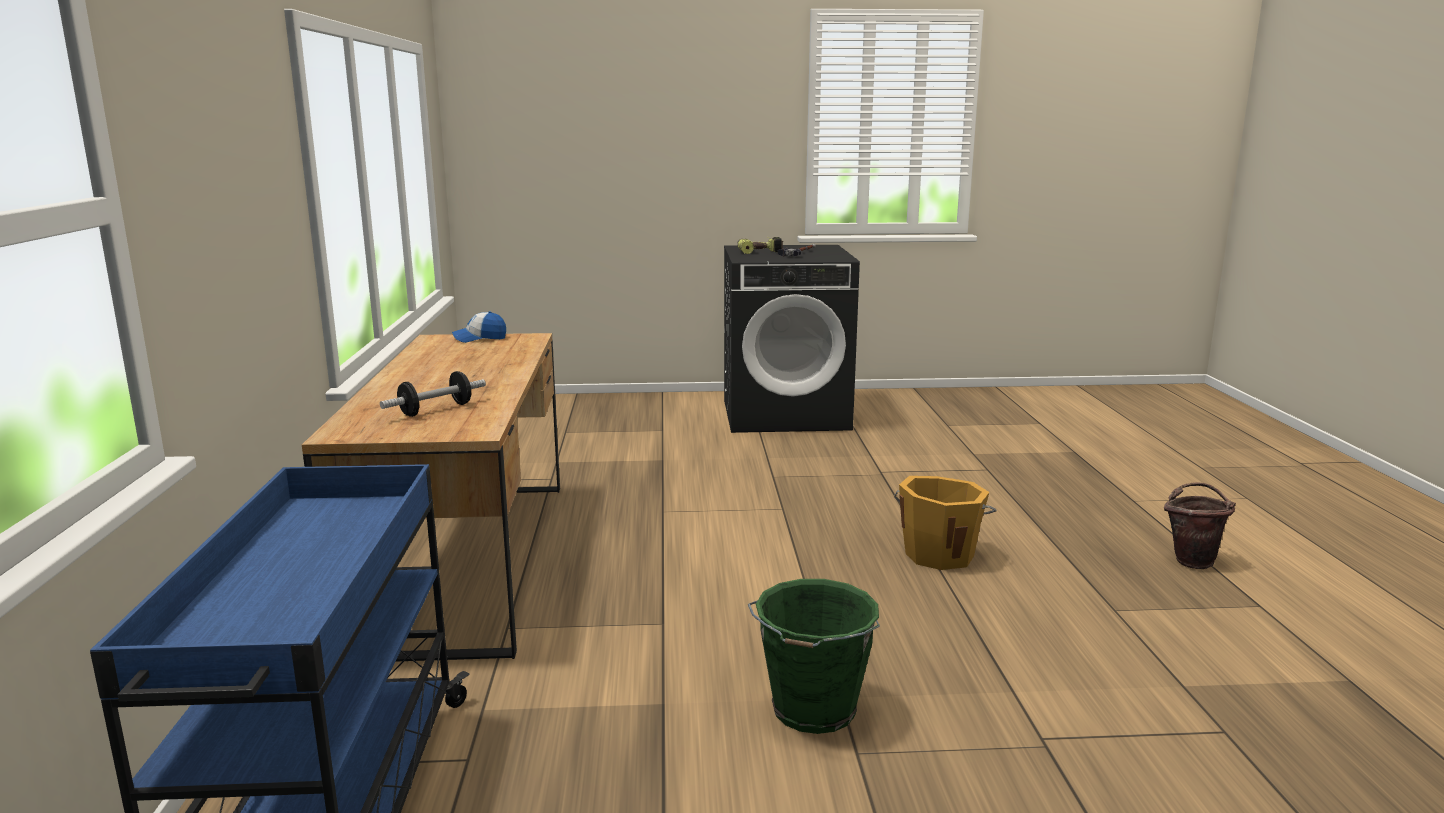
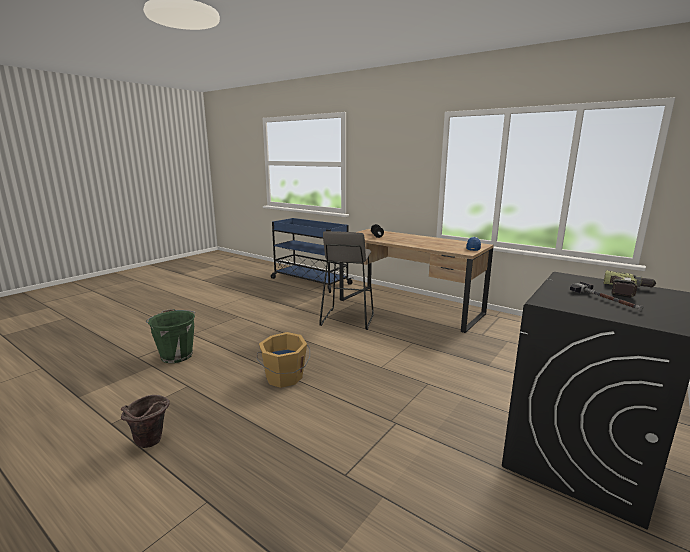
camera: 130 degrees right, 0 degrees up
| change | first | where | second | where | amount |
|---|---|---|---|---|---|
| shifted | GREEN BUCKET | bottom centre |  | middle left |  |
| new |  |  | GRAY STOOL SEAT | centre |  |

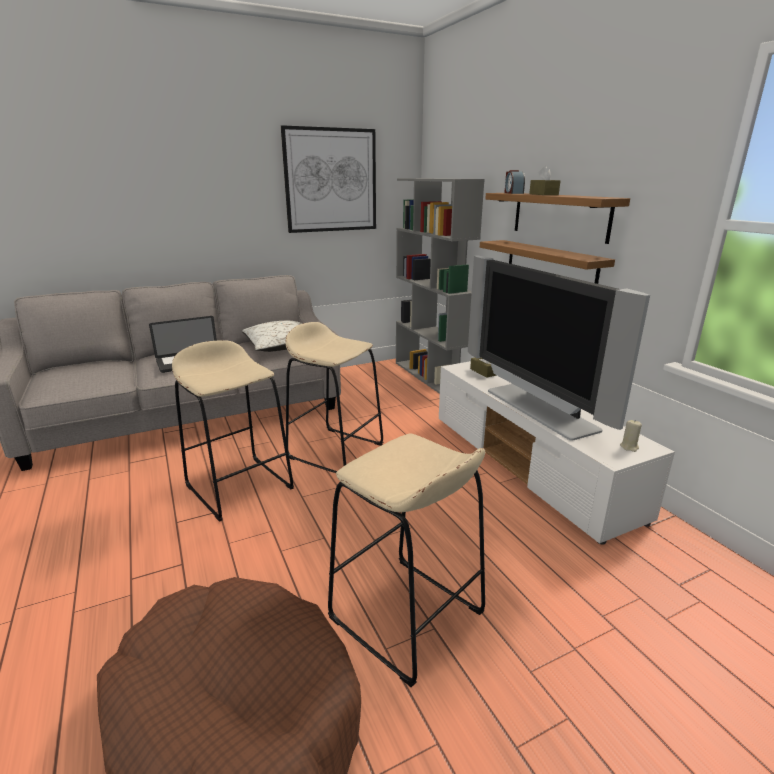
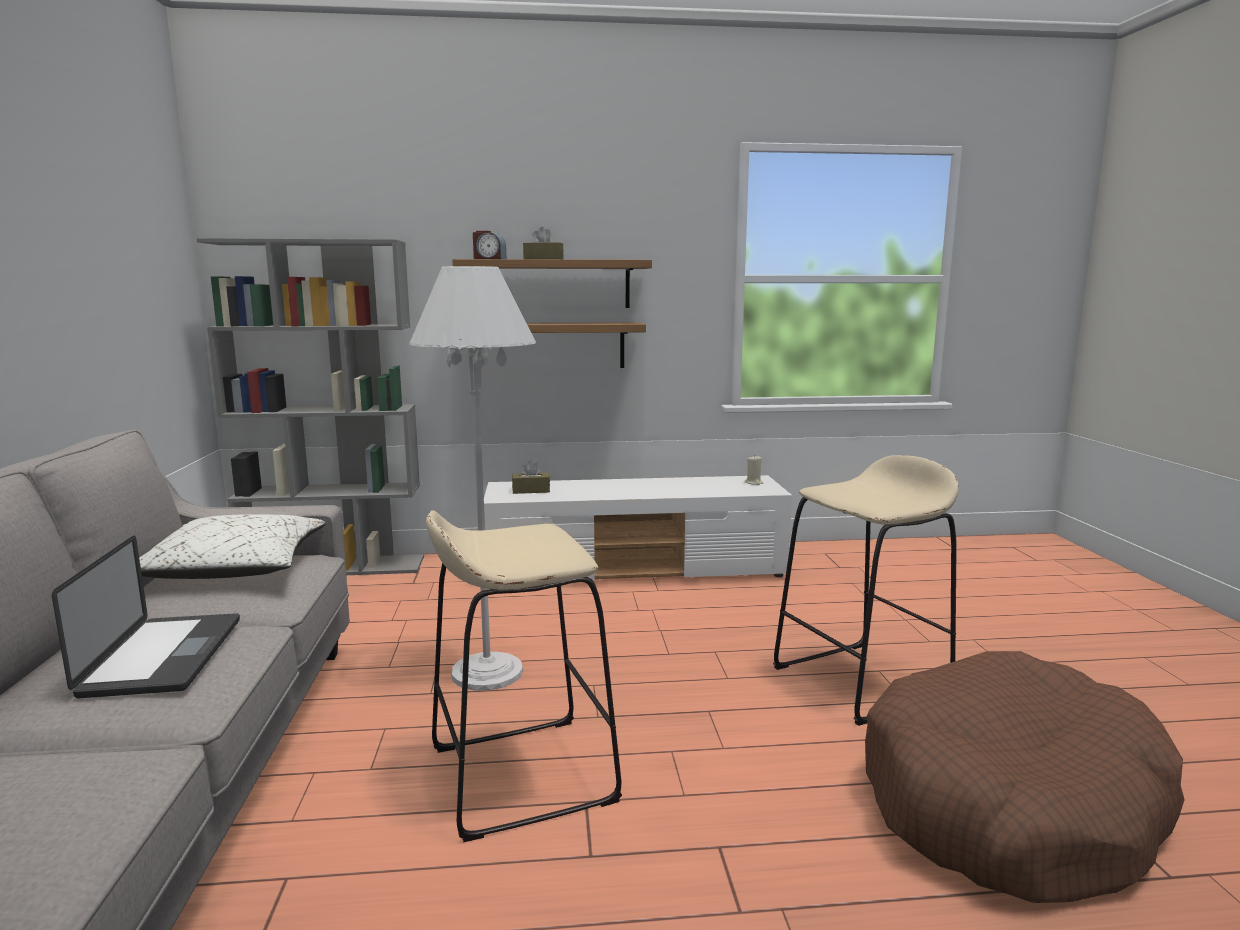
camera: 70 degrees left, 10 degrees down
| change | first | where | second | where | amount |
|---|---|---|---|---|---|
| gone | WALL ART | top centre |  |  |  |
| gone | TV | middle right |  |  |  |
| swapped | BEIGE-COLOURED STOOL SEAT (no. 2 from left) | centre | WHITE STANDARD LAMP | centre |  |

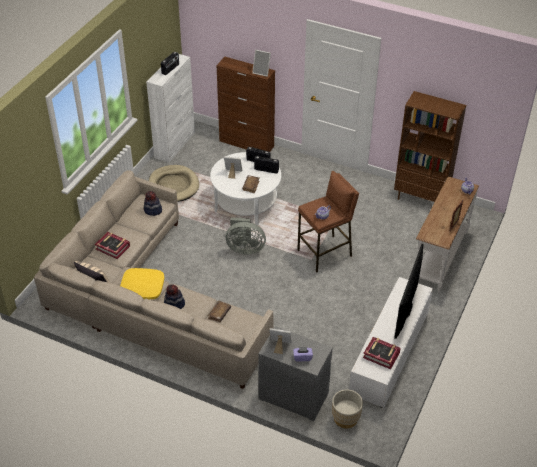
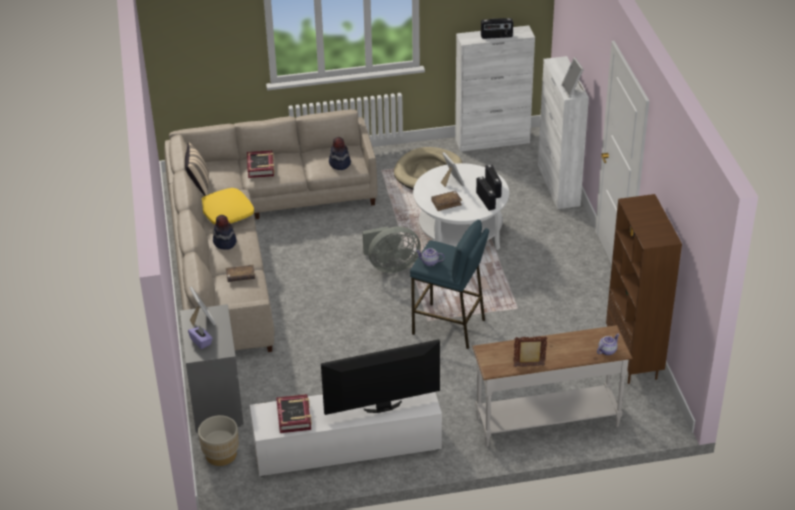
camera: 55 degrees right, 5 degrees down
| change | first | where | second | where | amount |
|---|---|---|---|---|---|
| repainted | BROWN-COLOURED CABINET | top centre | WHITE CABINET (no. 2 from left) | top right |  |
| repainted | BROWN-COLOURED STOOL SEAT | centre | BLUE STOOL SEAT | centre |  |
| rotated | GRAY FAN | centre |  | centre | 75 degrees counterclockwise |

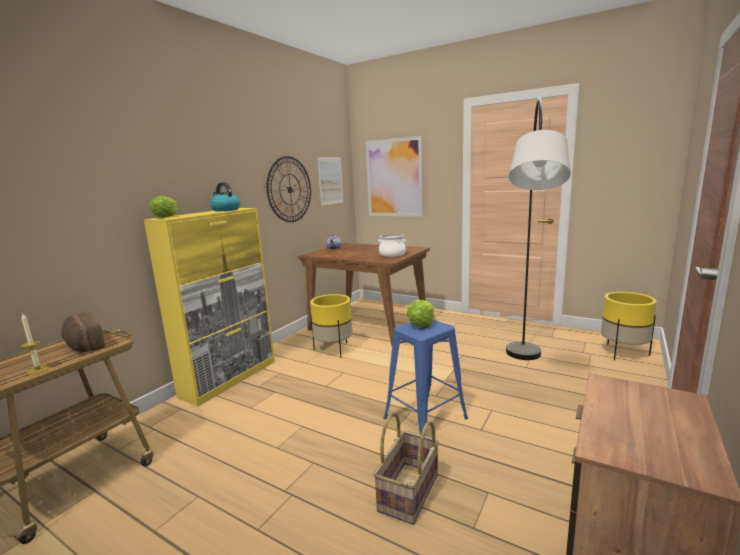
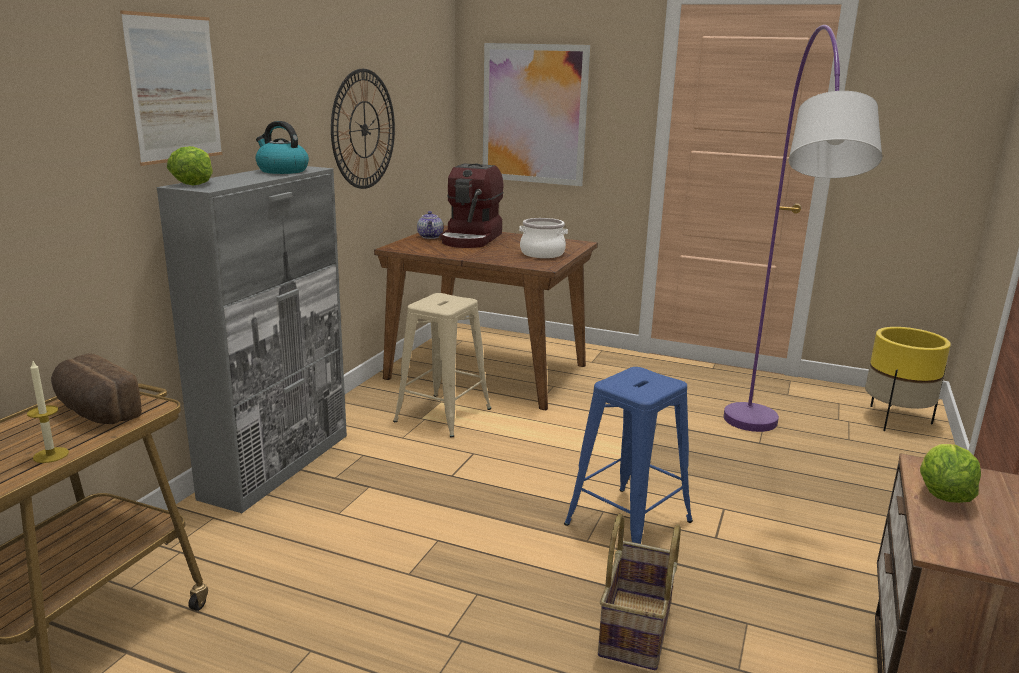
camera: 10 degrees left, 5 degrees up
| change | first | where | second | where | amount |
|---|---|---|---|---|---|
| repainted | GRAY STANDARD LAMP | middle right | PURPLE STANDARD LAMP | middle right |  |
| shifted | WALL ART (no. 1 from left) | top centre |  | top left |  |
| repainted | YELLOW CABINET | middle left | GRAY CABINET | middle left |  |
| swapped | YELLOW PLANTER (no. 1 from left) | centre | BEIGE-COLOURED STOOL SEAT | centre |  |
| shifted | LETTUCE HEAD (no. 2 from left) | centre |  | bottom right |  |
| new |  |  | COFFEE BREWER | top centre |  |

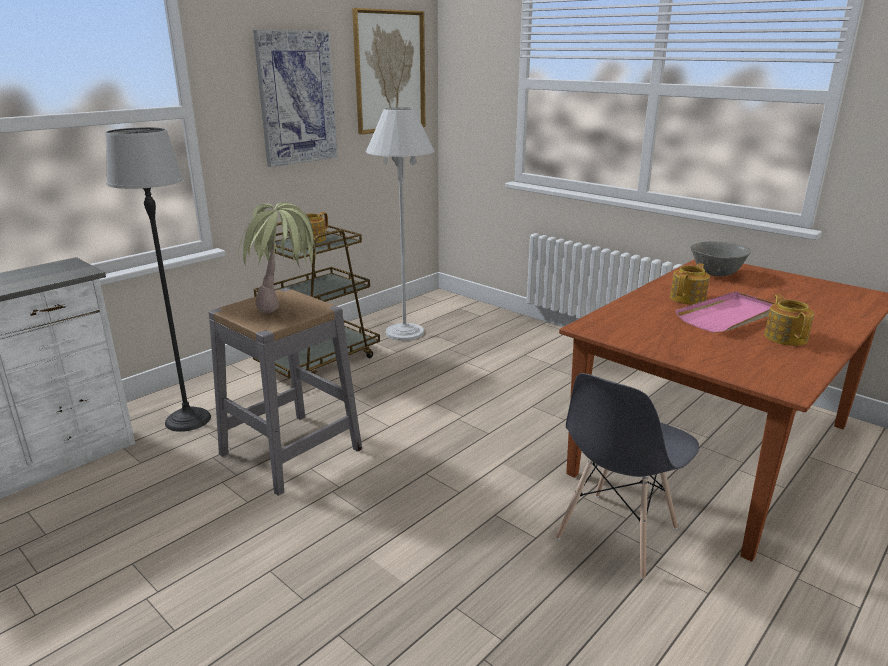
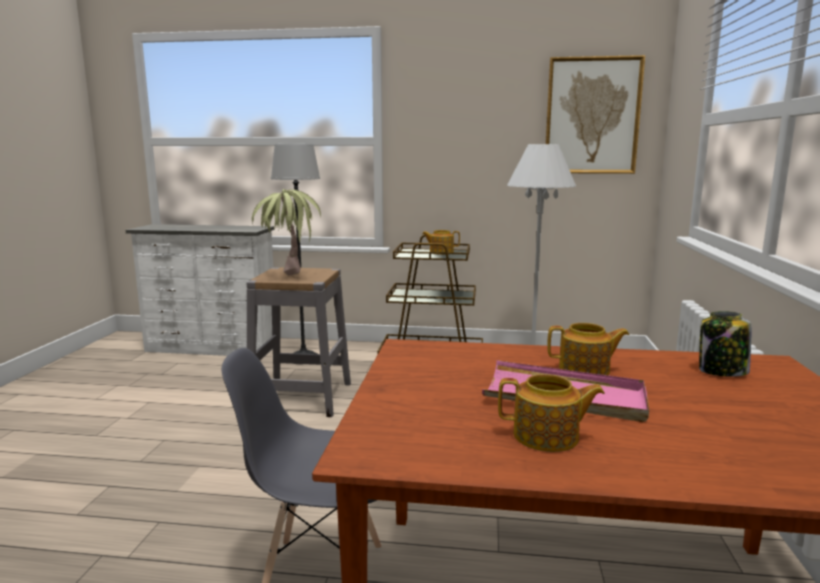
camera: 55 degrees right, 10 degrees down
| change | first | where | second | where | amount |
|---|---|---|---|---|---|
| gone | WALL ART (no. 1 from left) | top left |  |  |  |
| swapped | GRAY DEEP DISH | middle right | PRESERVE JAR | middle right |  |
| rotated | POT FOR TEA (no. 3 from left in the first image) | middle right | POT FOR TEA (no. 2 from left) | bottom right | 45 degrees clockwise |

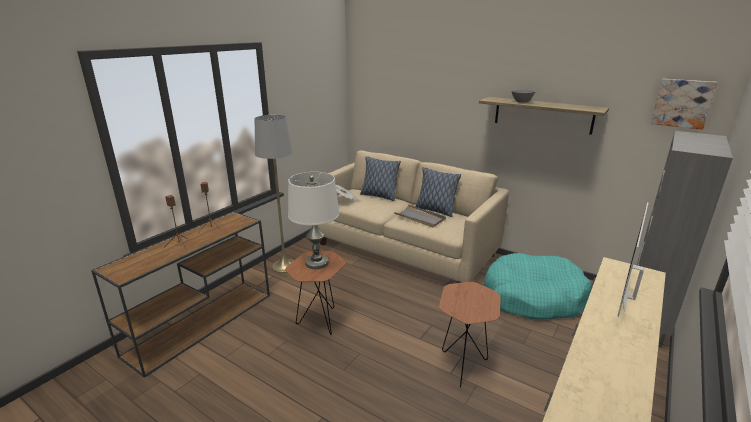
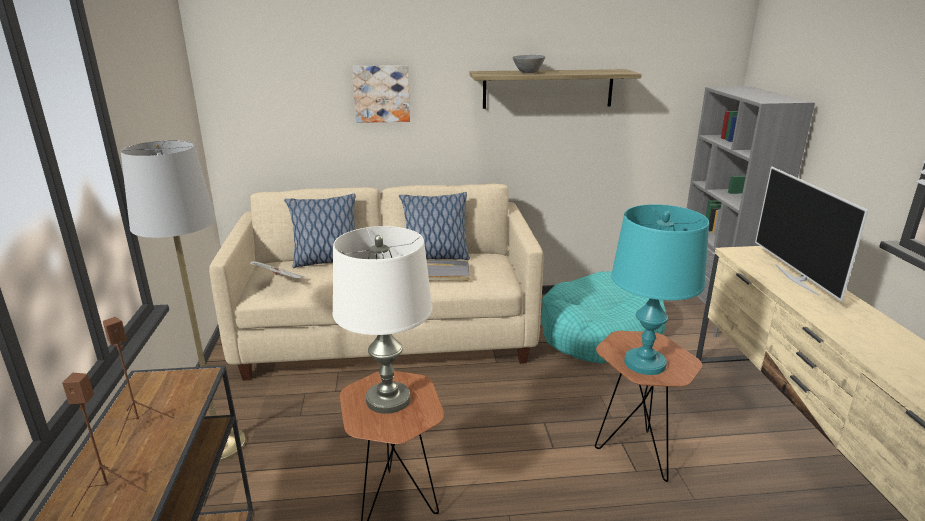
camera: 40 degrees left, 0 degrees up
| change | first | where | second | where | amount |
|---|---|---|---|---|---|
| shifted | WALL ART | top right |  | top centre |  |
| new |  |  | BLUE-GREEN TABLETOP LAMP | middle right |  |

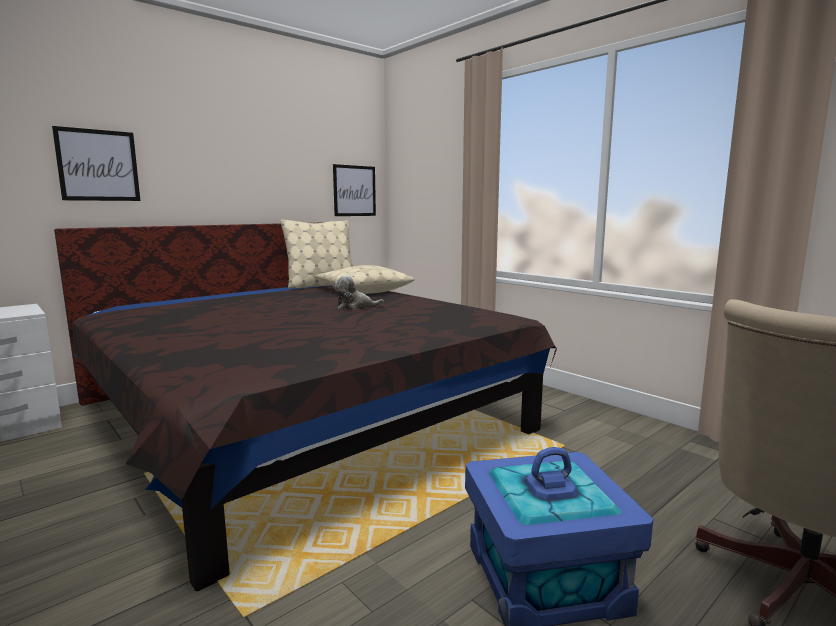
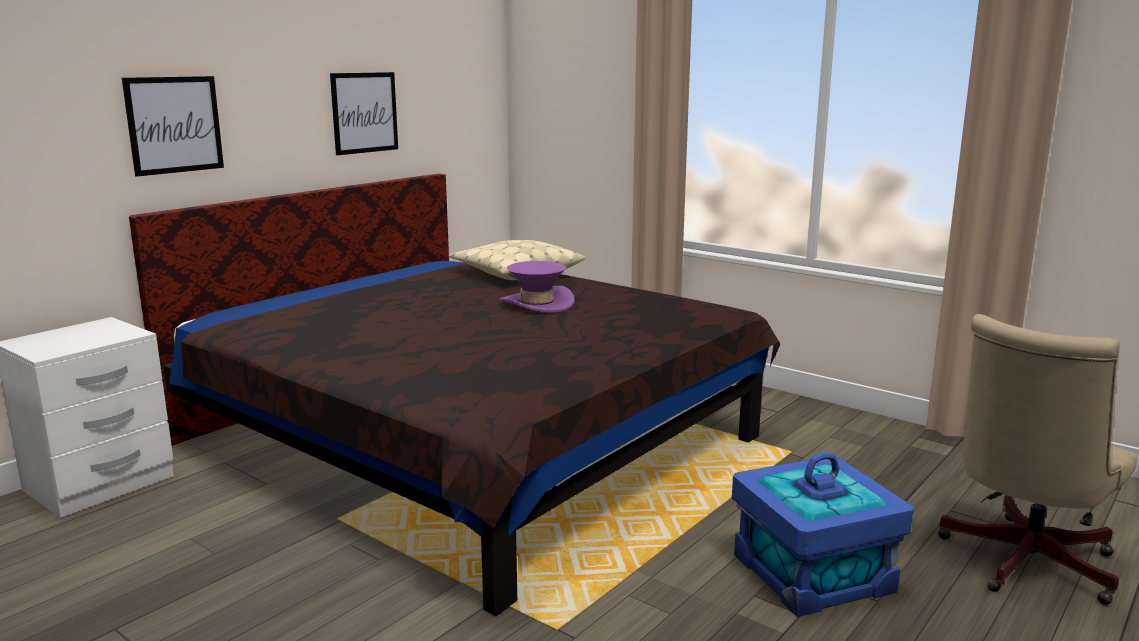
camera: 10 degrees left, 5 degrees up
| change | first | where | second | where | amount |
|---|---|---|---|---|---|
| shifted | WALL ART (no. 2 from left) | top centre |  | top left |  |
| gone | BEIGE-COLOURED PILLOW (no. 1 from left) | centre |  |  |  |
| swapped | SOFT TOY | centre | PURPLE HAT | centre |  |

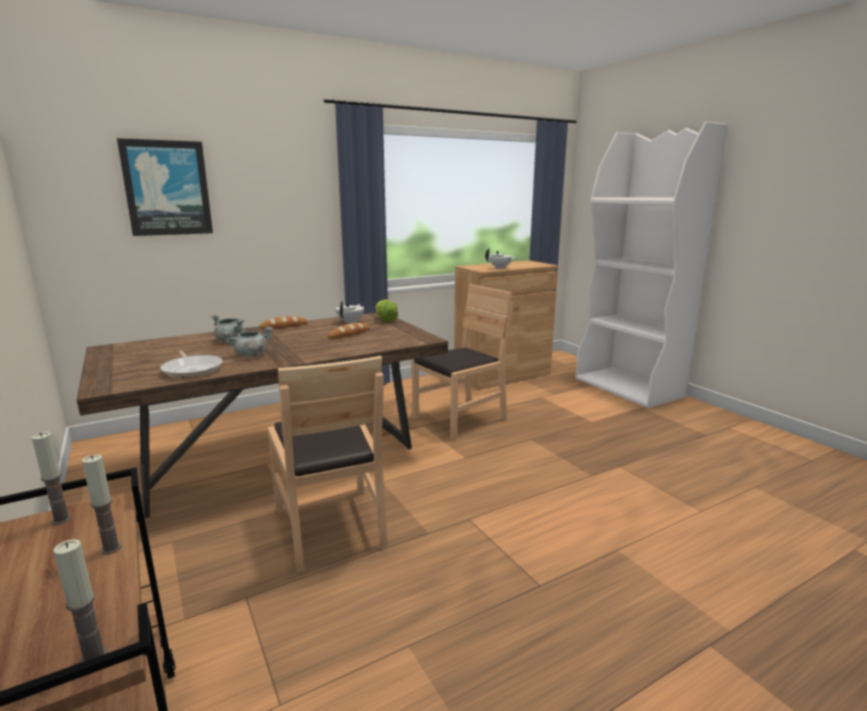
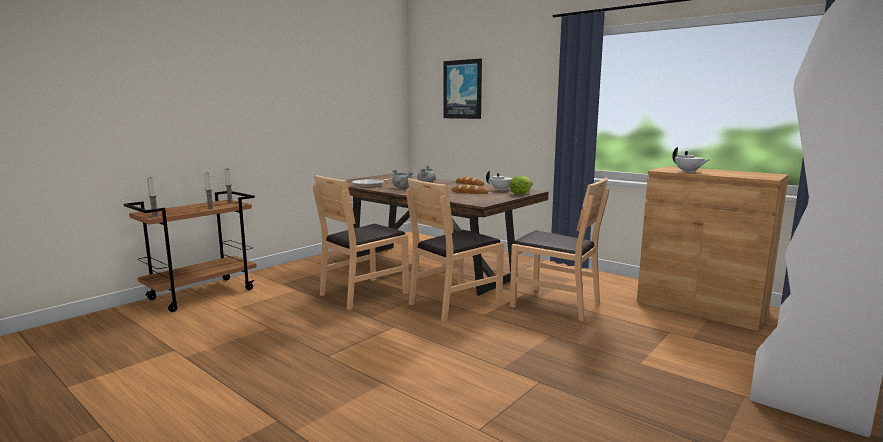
camera: 70 degrees right, 5 degrees down
| change | first | where | second | where | amount |
|---|---|---|---|---|---|
| new |  |  | BROWN-COLOURED UPRIGHT CHAIR (no. 2 from left) | centre |  |

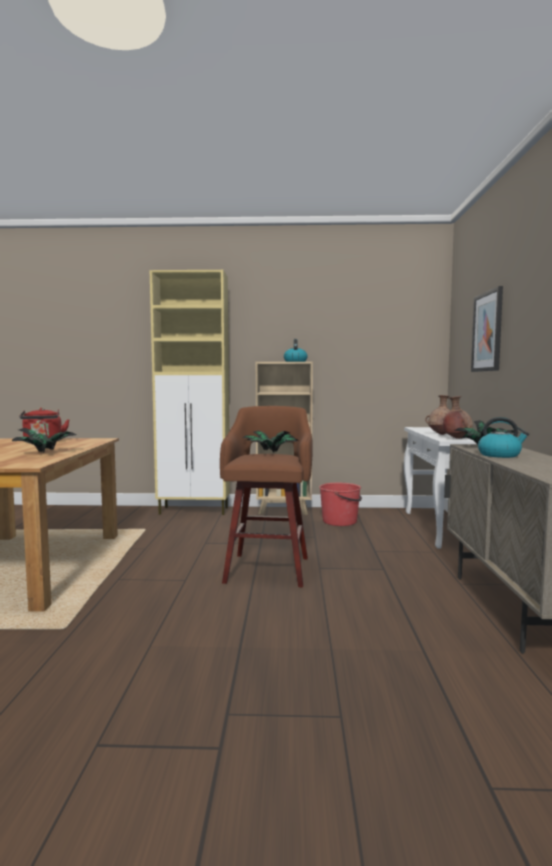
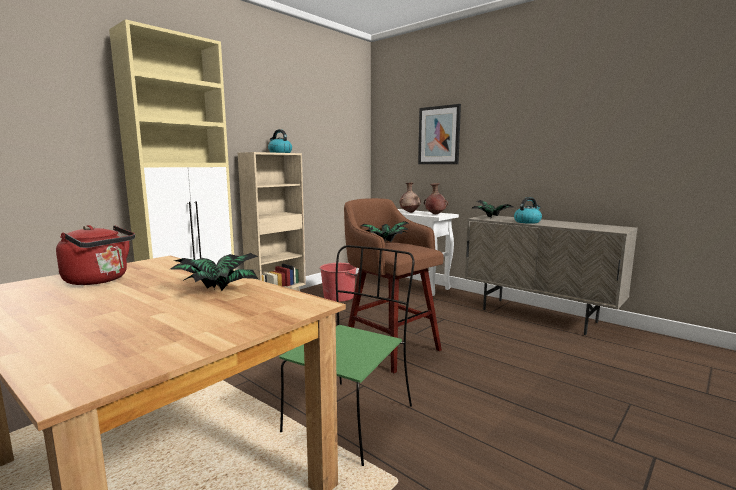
camera: 50 degrees left, 5 degrees up
| change | first | where | second | where | amount |
|---|---|---|---|---|---|
| new |  |  | GREEN UPRIGHT CHAIR | bottom centre |  |

